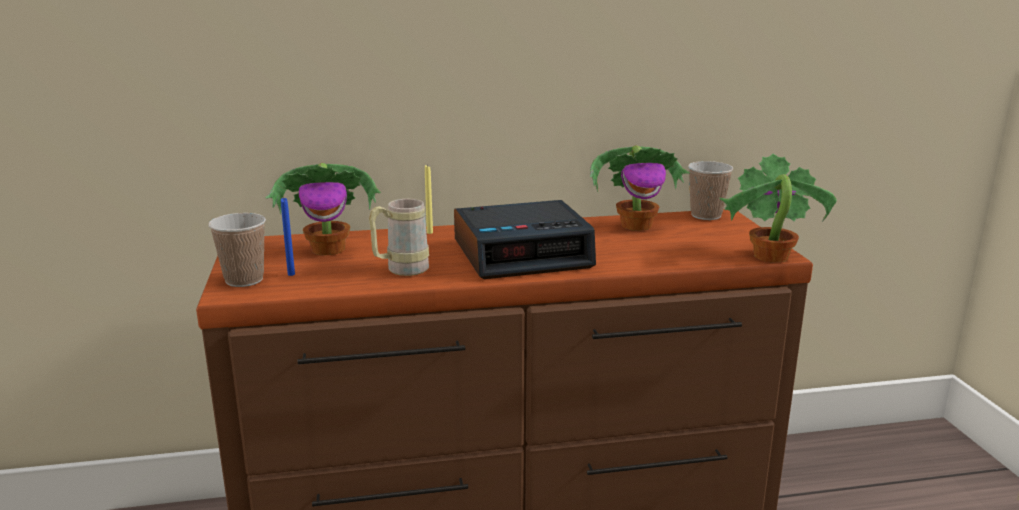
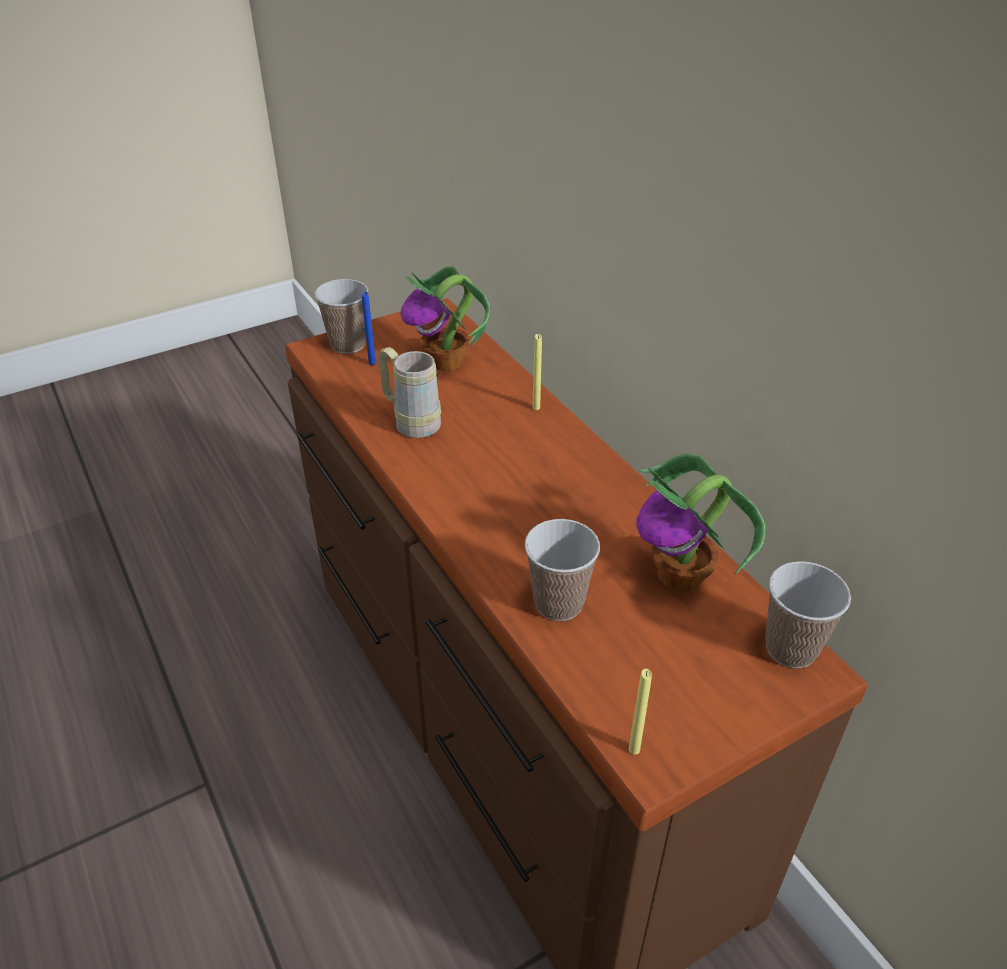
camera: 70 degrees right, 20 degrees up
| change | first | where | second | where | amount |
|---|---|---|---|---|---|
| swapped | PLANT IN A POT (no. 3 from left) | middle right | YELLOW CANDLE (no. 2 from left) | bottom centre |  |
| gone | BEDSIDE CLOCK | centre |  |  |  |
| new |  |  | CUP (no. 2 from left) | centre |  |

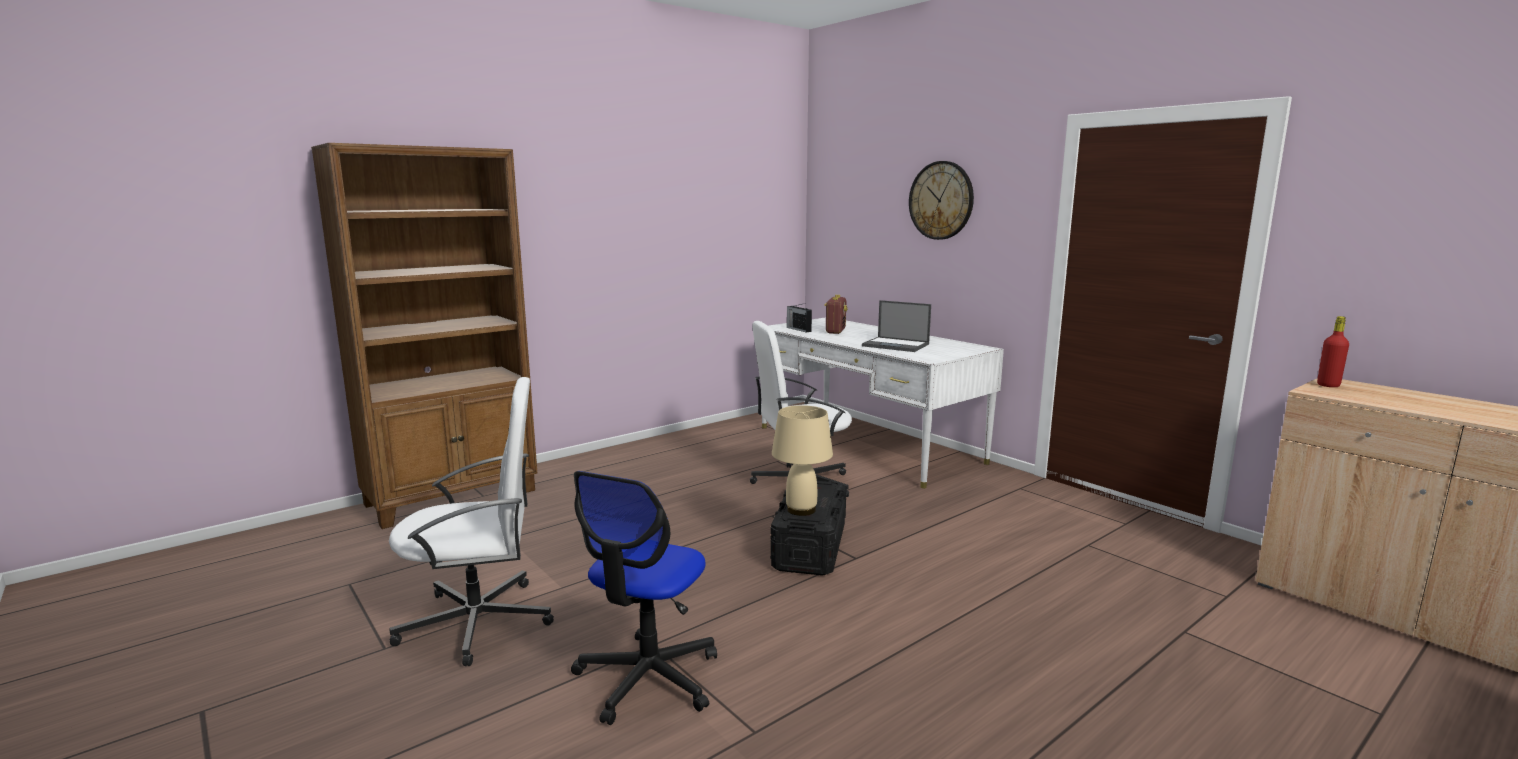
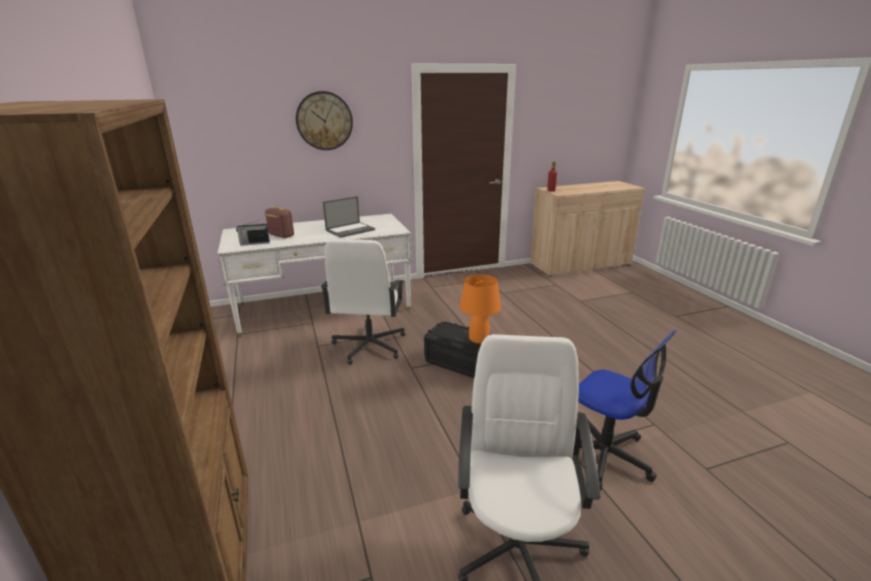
camera: 70 degrees left, 10 degrees up
| change | first | where | second | where | amount |
|---|---|---|---|---|---|
| repainted | BEIGE-COLOURED TABLETOP LAMP | centre | ORANGE TABLETOP LAMP | centre |  |

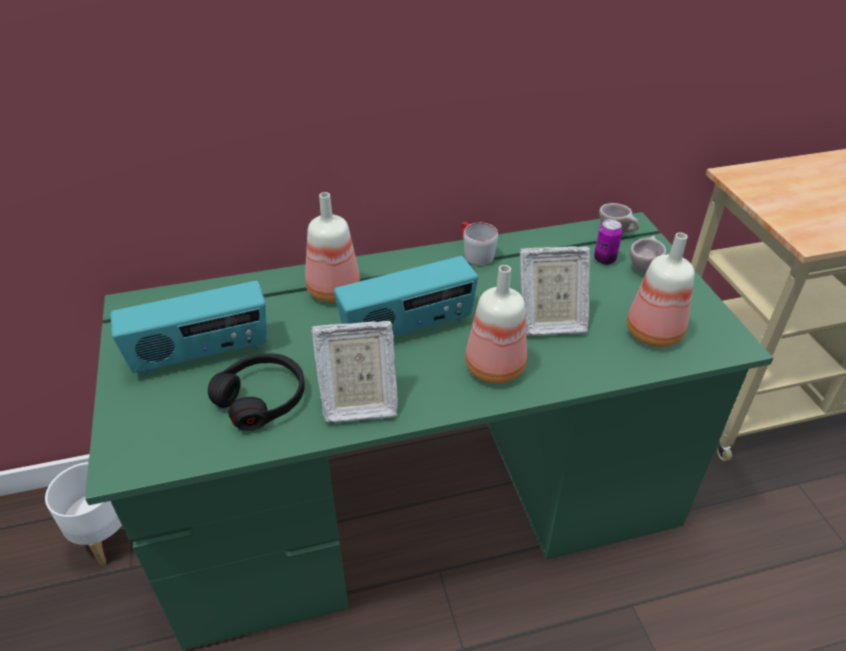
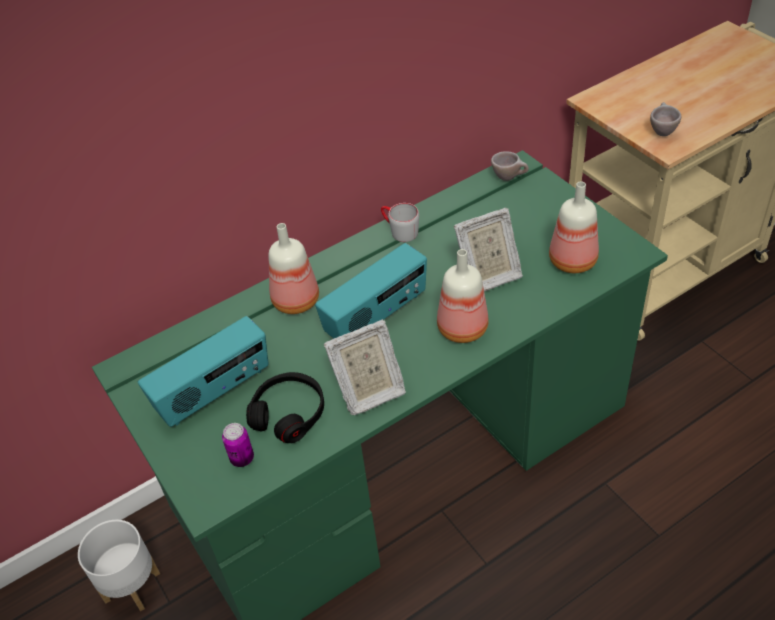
camera: 15 degrees left, 5 degrees up
| change | first | where | second | where | amount |
|---|---|---|---|---|---|
| shifted | SEALED CAN | middle right |  | bottom left |  |
| shifted | BEIGE-COLOURED CUP (no. 2 from left) | middle right |  | top right |  |

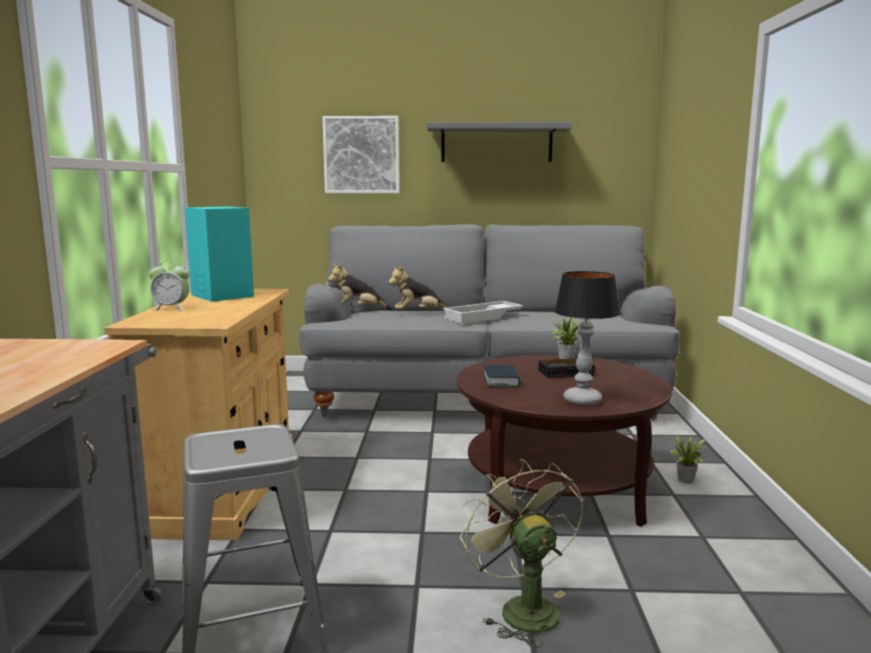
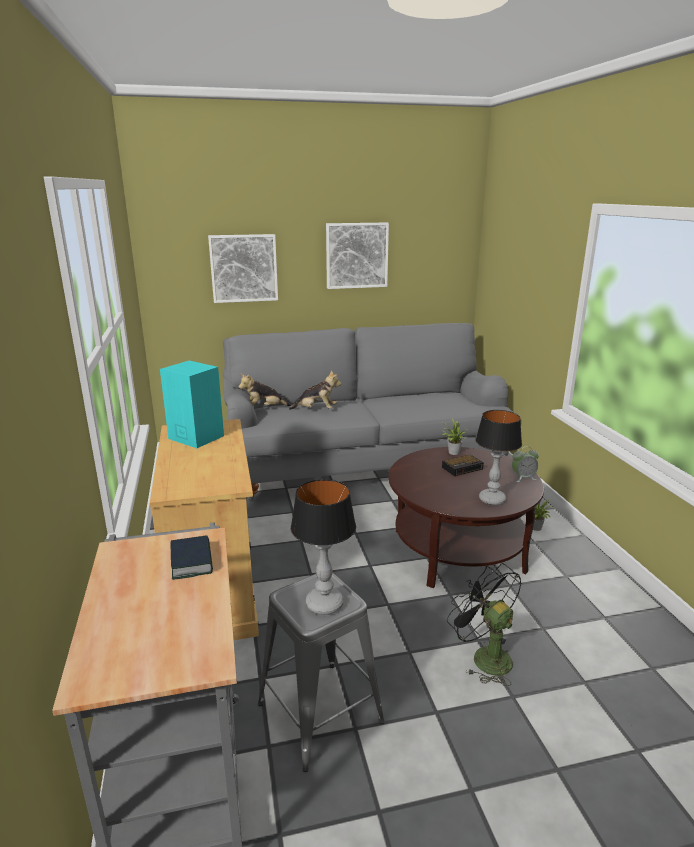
camera: 15 degrees left, 10 degrees up
| change | first | where | second | where | amount |
|---|---|---|---|---|---|
| swapped | GRAY BRACKET SHELF | top centre | WALL ART (no. 2 from left) | top centre |  |
| shifted | BEDSIDE CLOCK (no. 1 from left in the first image) | middle left | BEDSIDE CLOCK (no. 2 from left) | middle right |  |
| rotated | SOFT TOY (no. 2 from left) | centre |  | centre | 150 degrees counterclockwise |
| gone | WHITE TRAY | centre |  |  |  |
| shifted | VOLUME | centre |  | middle left |  |
| repainted | GREEN FAN | bottom centre | BLACK FAN | bottom right |  |
| new |  |  | TABLETOP LAMP (no. 1 from left) | centre |  |

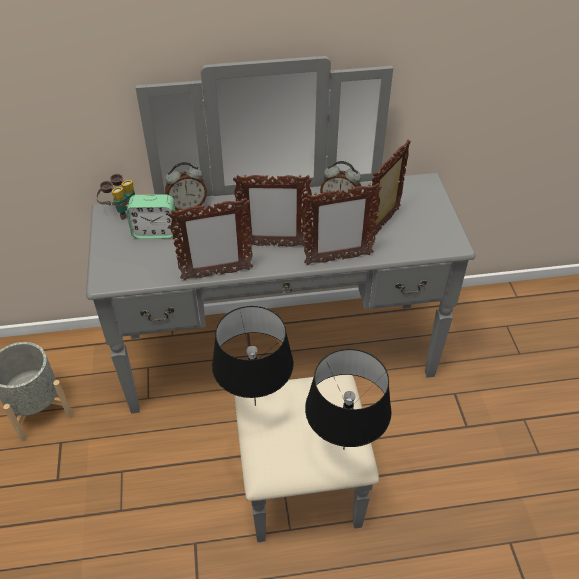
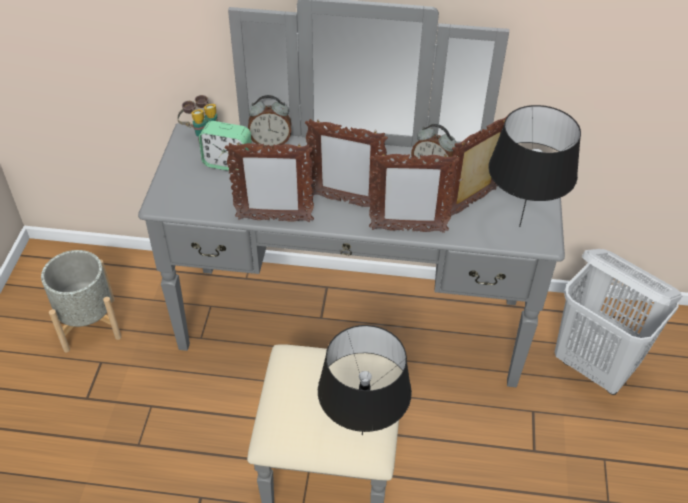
camera: 15 degrees right, 0 degrees up
| change | first | where | second | where | amount |
|---|---|---|---|---|---|
| shifted | BLACK TABLETOP LAMP (no. 1 from left in the first image) | centre | BLACK TABLETOP LAMP (no. 2 from left) | top right |  |
| new |  |  | WHITE WASHING BASKET | middle right |  |

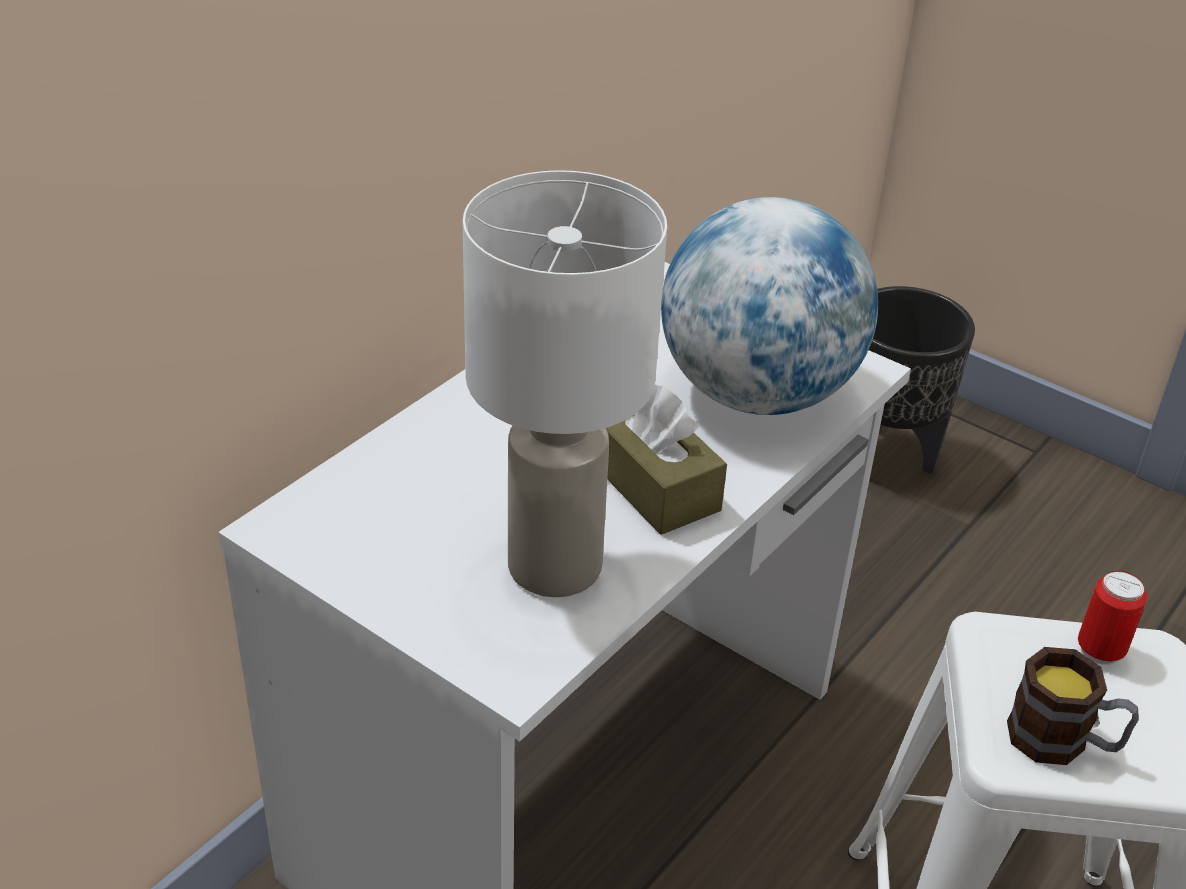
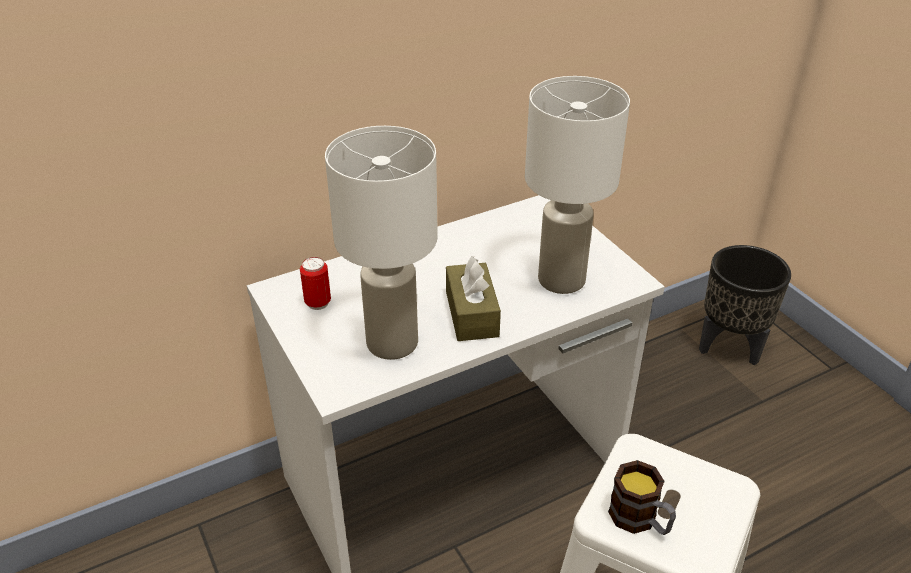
camera: 25 degrees right, 0 degrees up
| change | first | where | second | where | amount |
|---|---|---|---|---|---|
| swapped | GLOBE | centre | WHITE TABLETOP LAMP (no. 2 from left) | top centre |  |
| shifted | SEALED CAN | bottom right |  | centre |  |

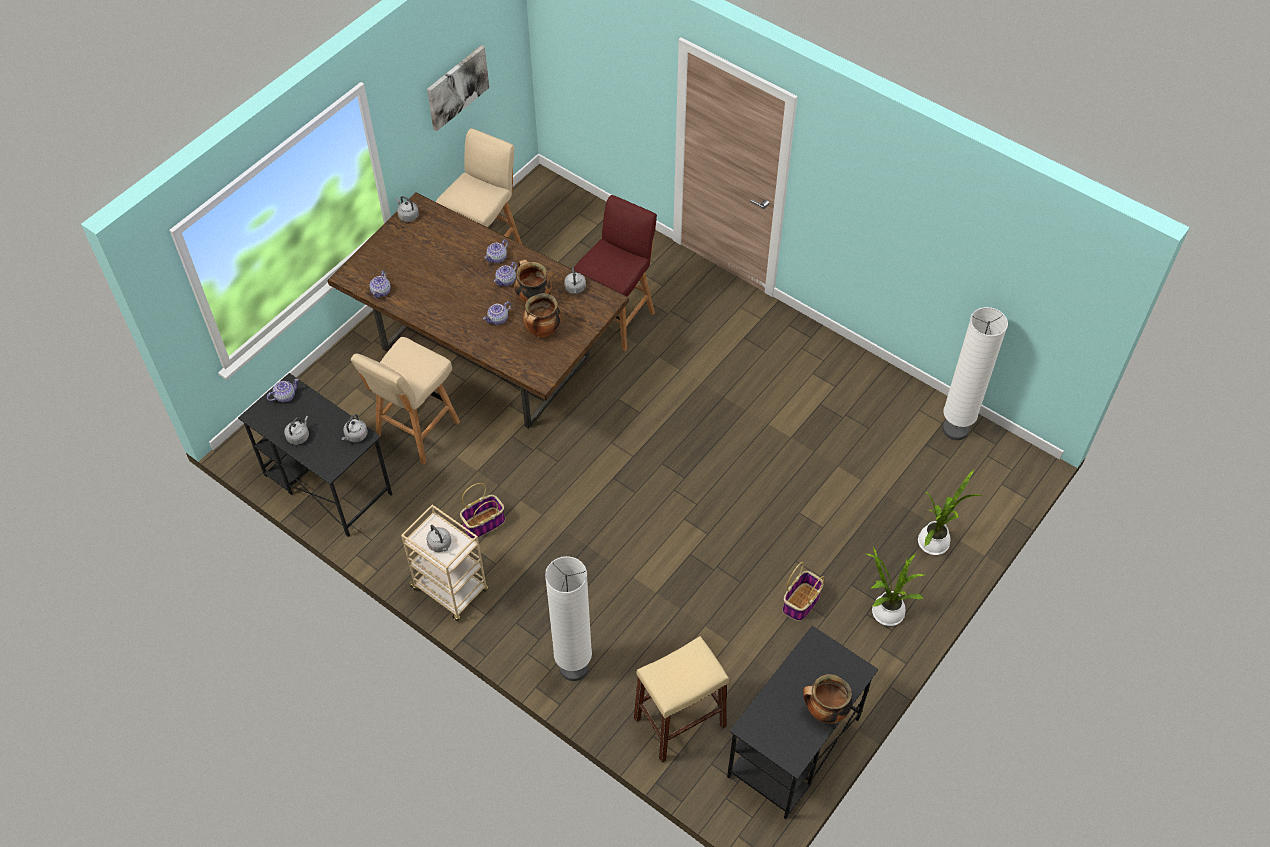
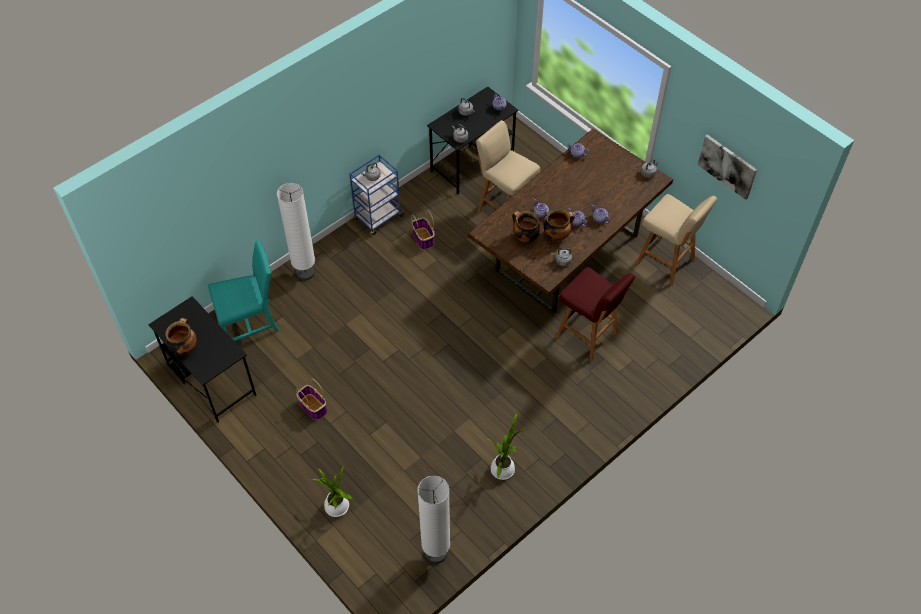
camera: 100 degrees right, 0 degrees up
| change | first | where | second | where | amount |
|---|---|---|---|---|---|
| repainted | BEIGE-COLOURED CART | centre | BLUE CART | top centre |  |
| shifted | PLANT IN A POT (no. 1 from left in the first image) | bottom right | PLANT IN A POT (no. 2 from left) | bottom centre |  |
| swapped | BEIGE-COLOURED STOOL SEAT (no. 3 from left) | bottom centre | BLUE-GREEN UPRIGHT CHAIR | middle left |  |

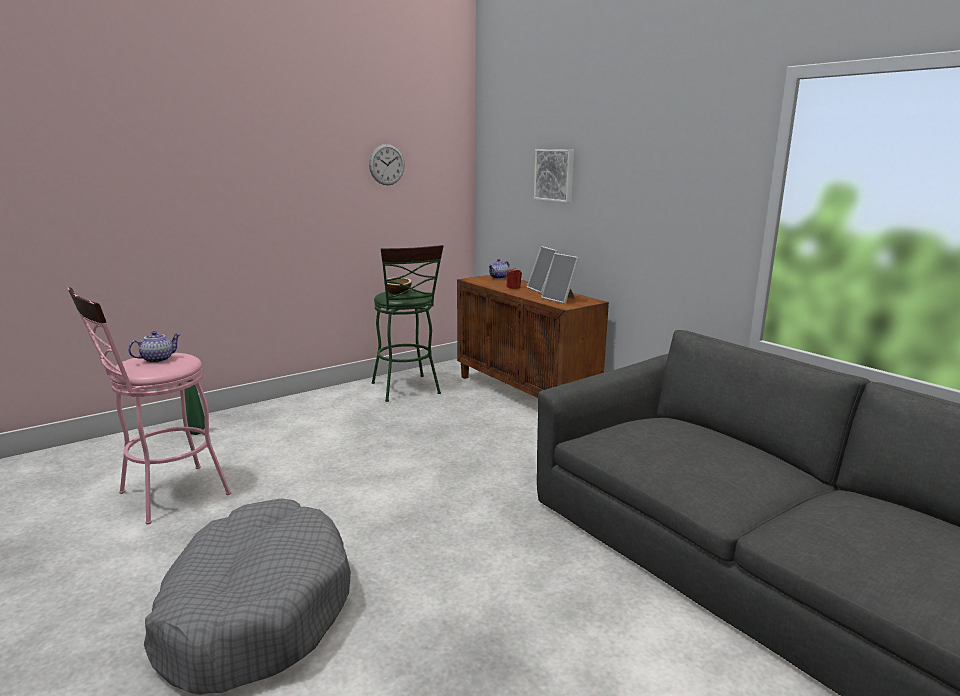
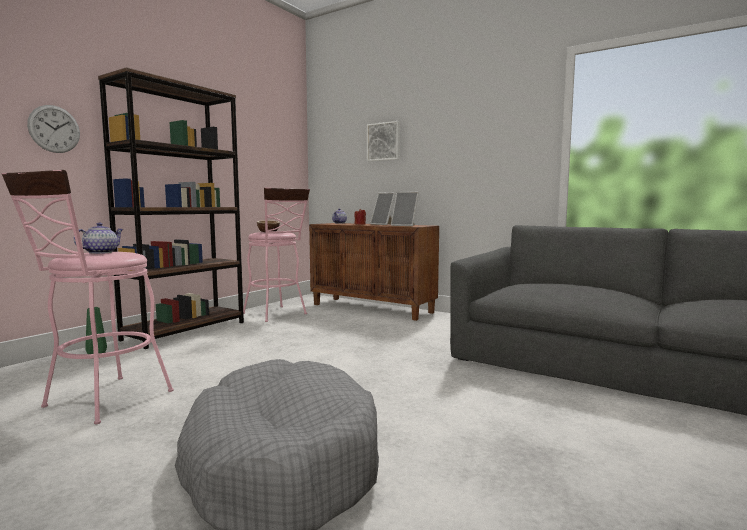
camera: 20 degrees left, 10 degrees down
| change | first | where | second | where | amount |
|---|---|---|---|---|---|
| shifted | HANGING CLOCK | top centre |  | top left |  |
| repainted | GREEN STOOL SEAT | centre | PINK-COLOURED STOOL SEAT (no. 2 from left) | centre |  |
| new |  |  | BROWN-COLOURED BOOKSHELF | middle left |  |

